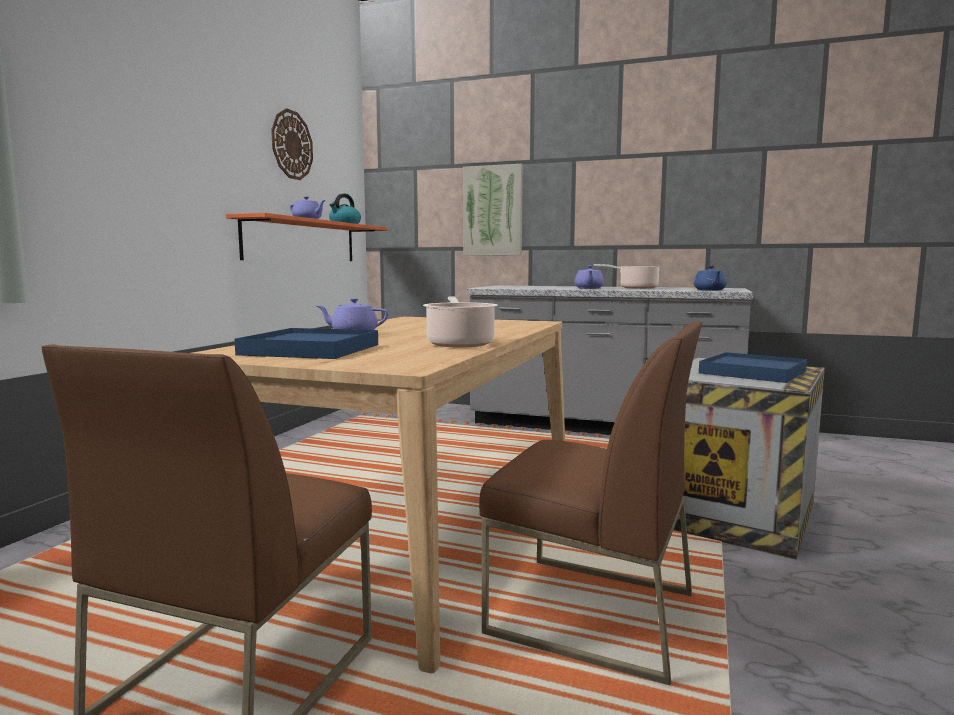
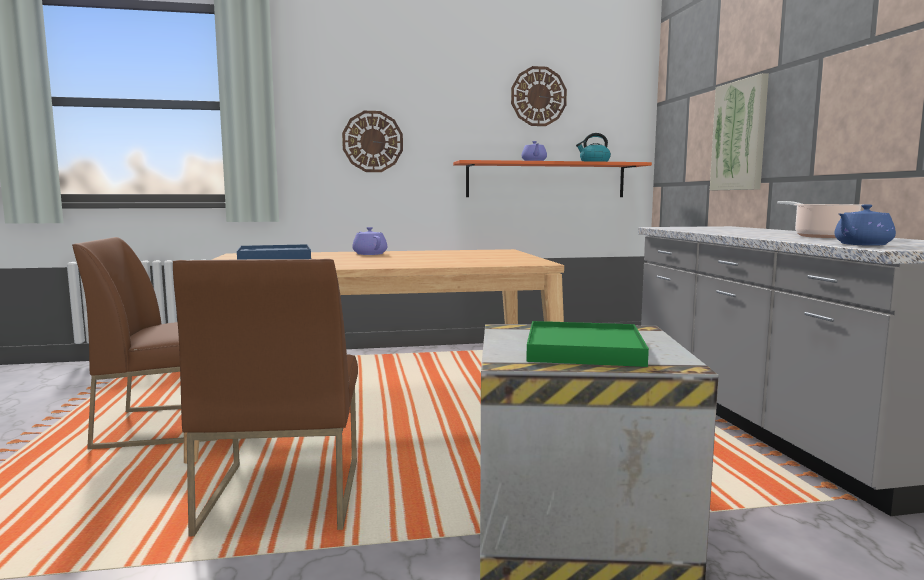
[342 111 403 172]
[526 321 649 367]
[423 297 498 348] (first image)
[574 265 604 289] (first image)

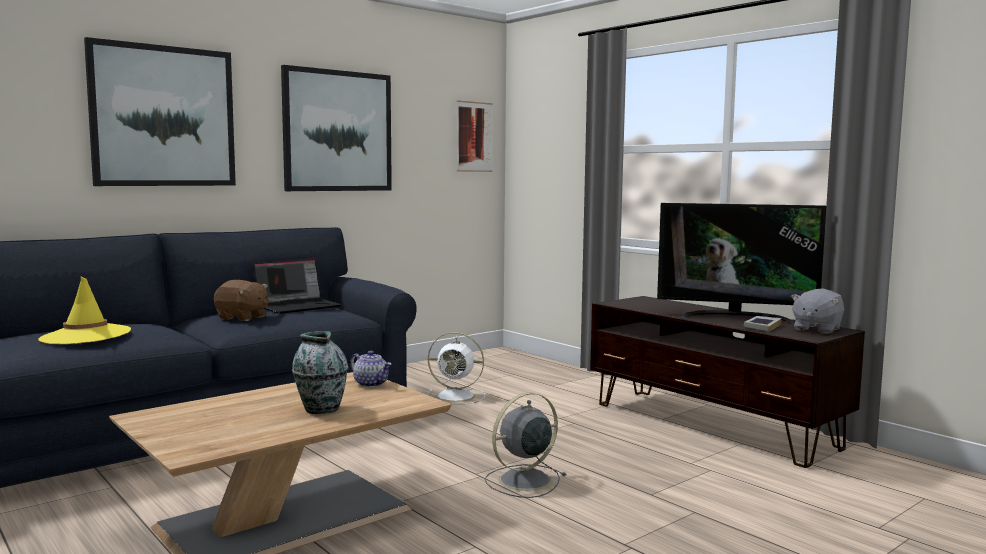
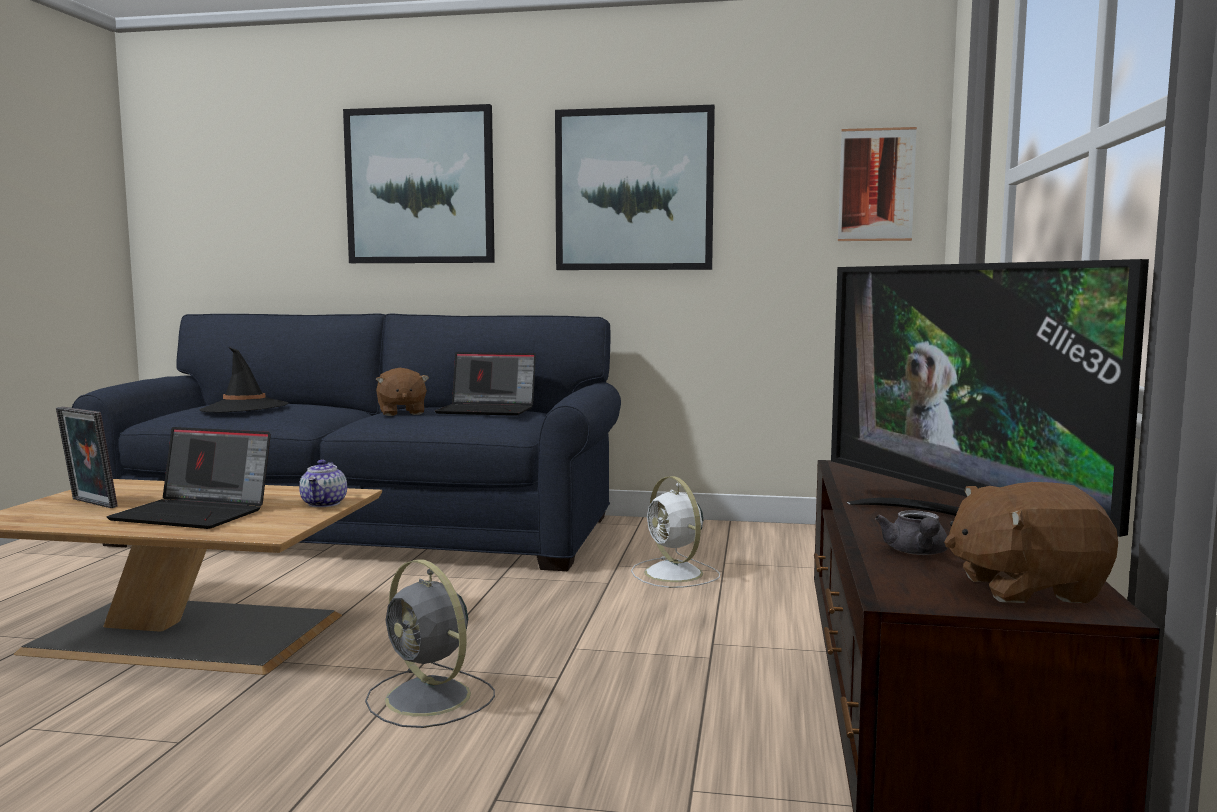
[56 407 118 508]
[107 427 271 529]
[200 347 289 413]
[365 559 495 728]
[875 510 948 555]
[944 482 1118 603]

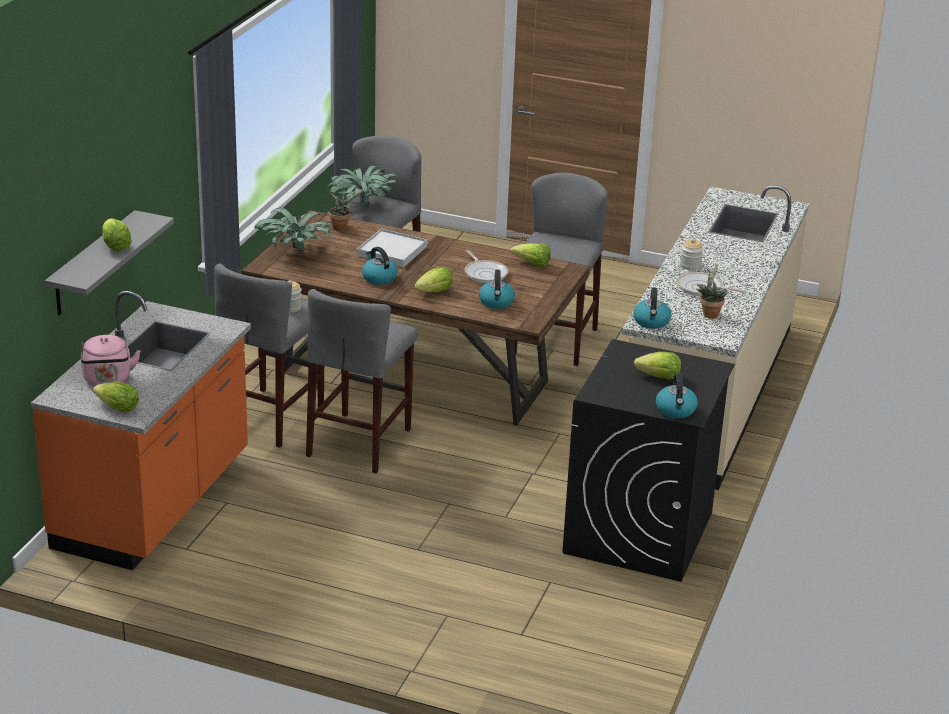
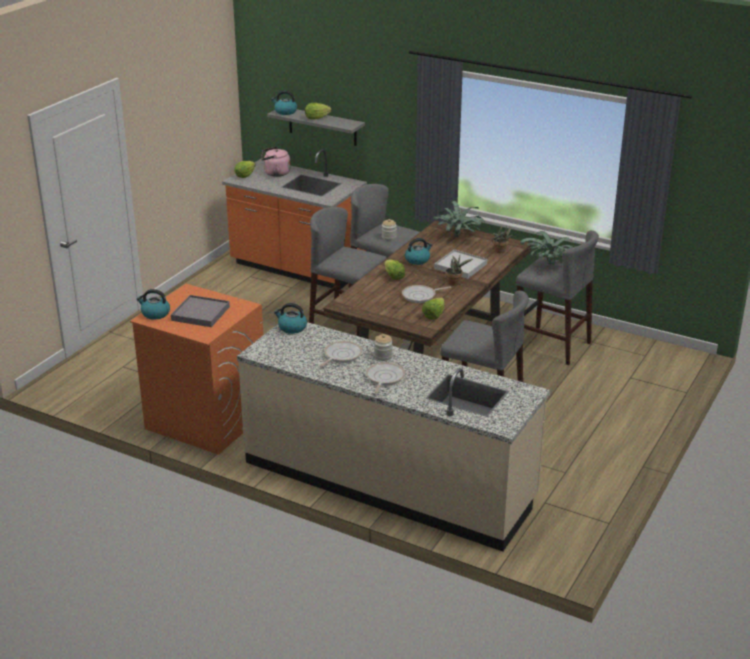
[130 284 263 455]
[171 295 230 327]
[271 91 297 115]
[366 362 405 393]
[446 255 473 286]

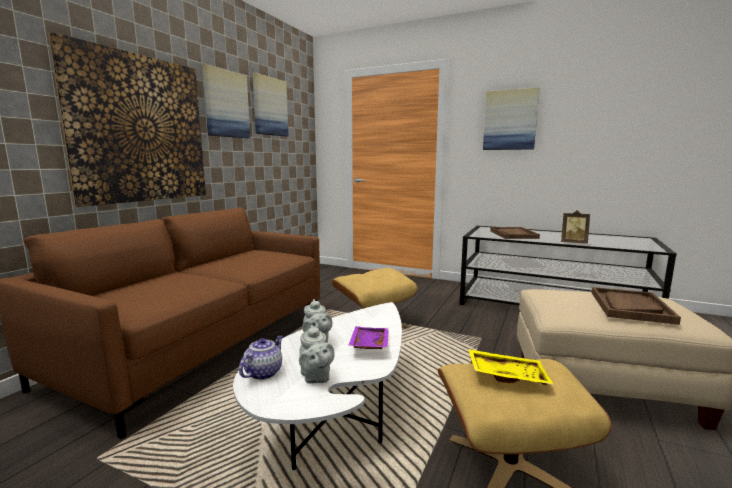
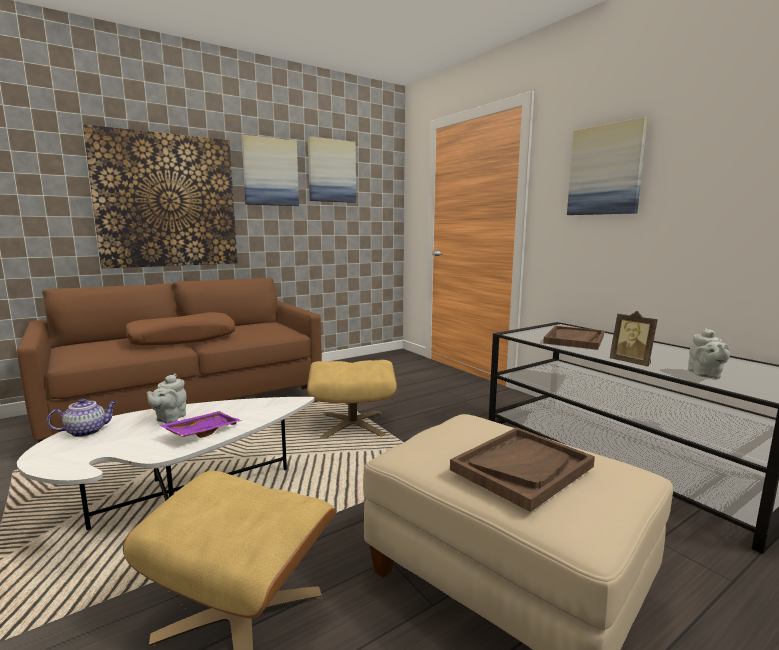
[125 312 235 345]
[688 328 730 379]
[468 349 554 385] (first image)

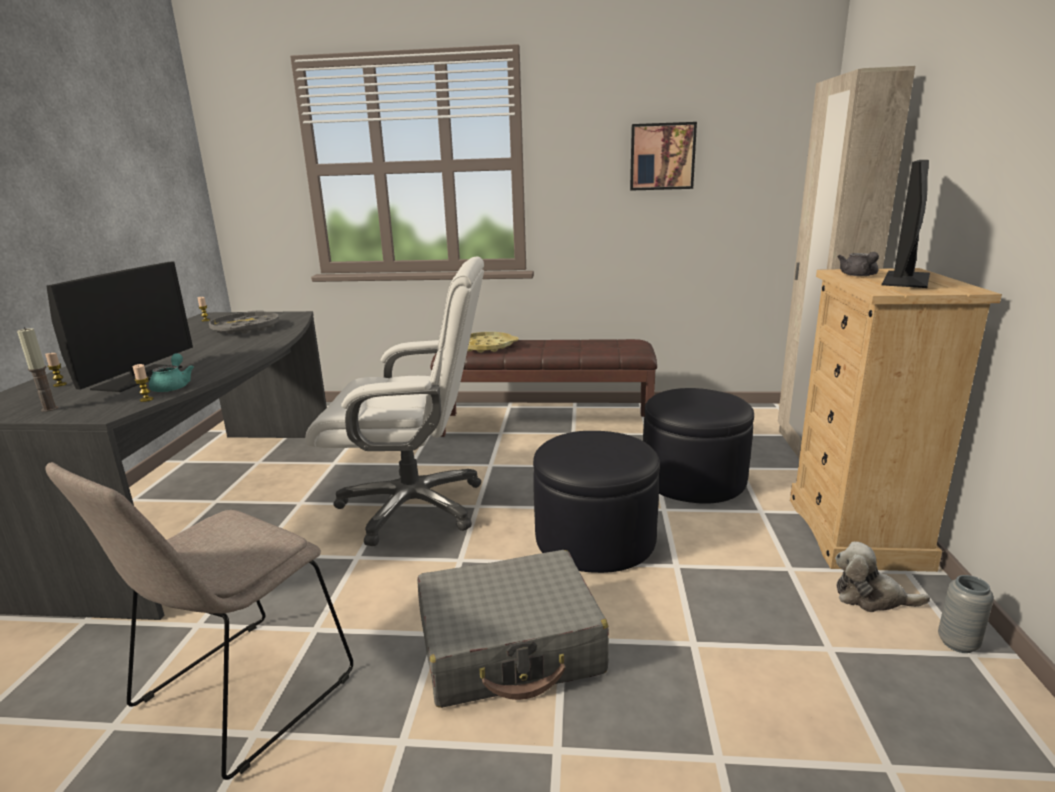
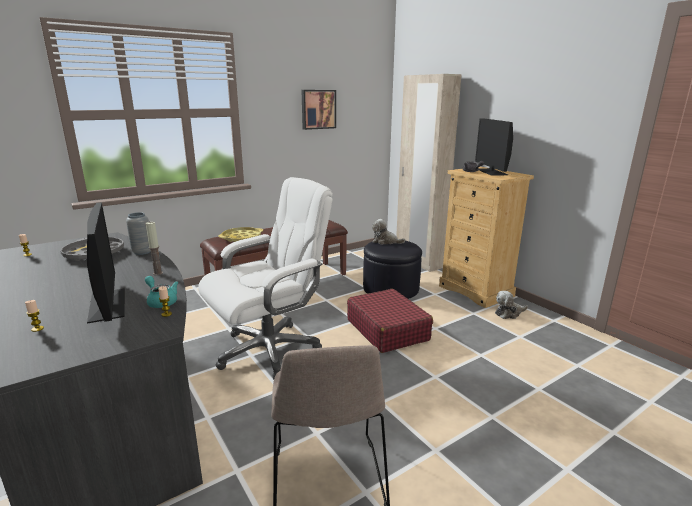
[126 212 151 255]
[145 221 163 275]
[347 289 433 353]
[372 219 405 245]
[417 550 609 708] (first image)

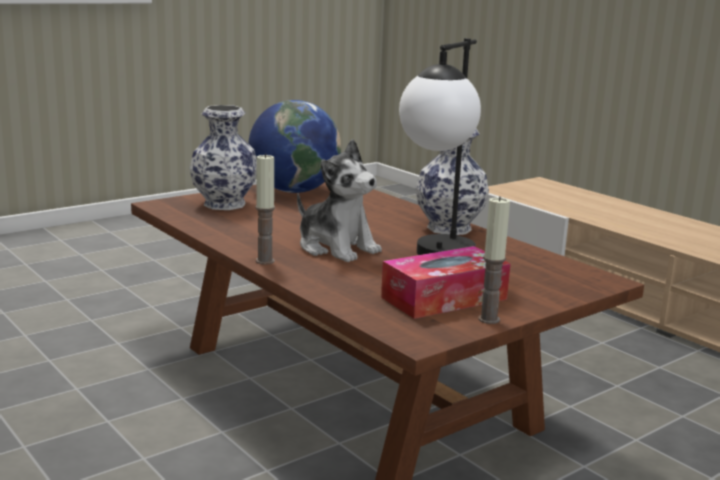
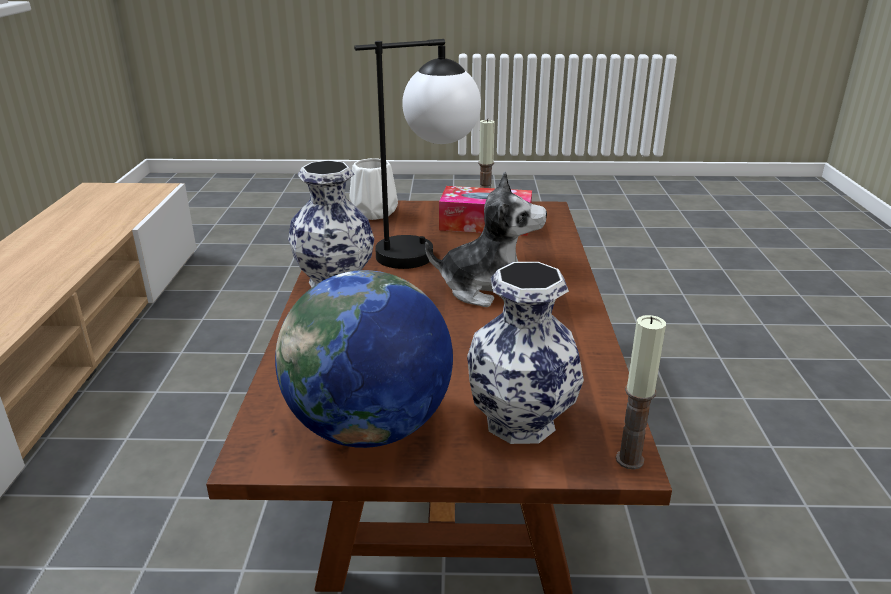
[349 158 398 220]
[425 171 547 307]
[616 315 666 470]

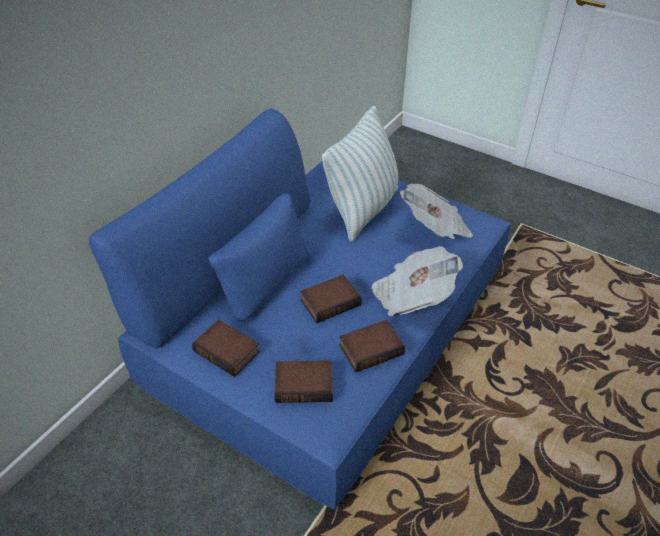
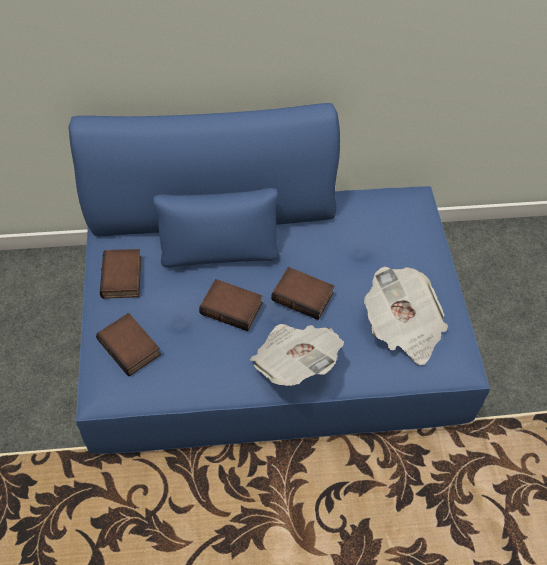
[271 267 334 320]
[322 106 398 242] (first image)

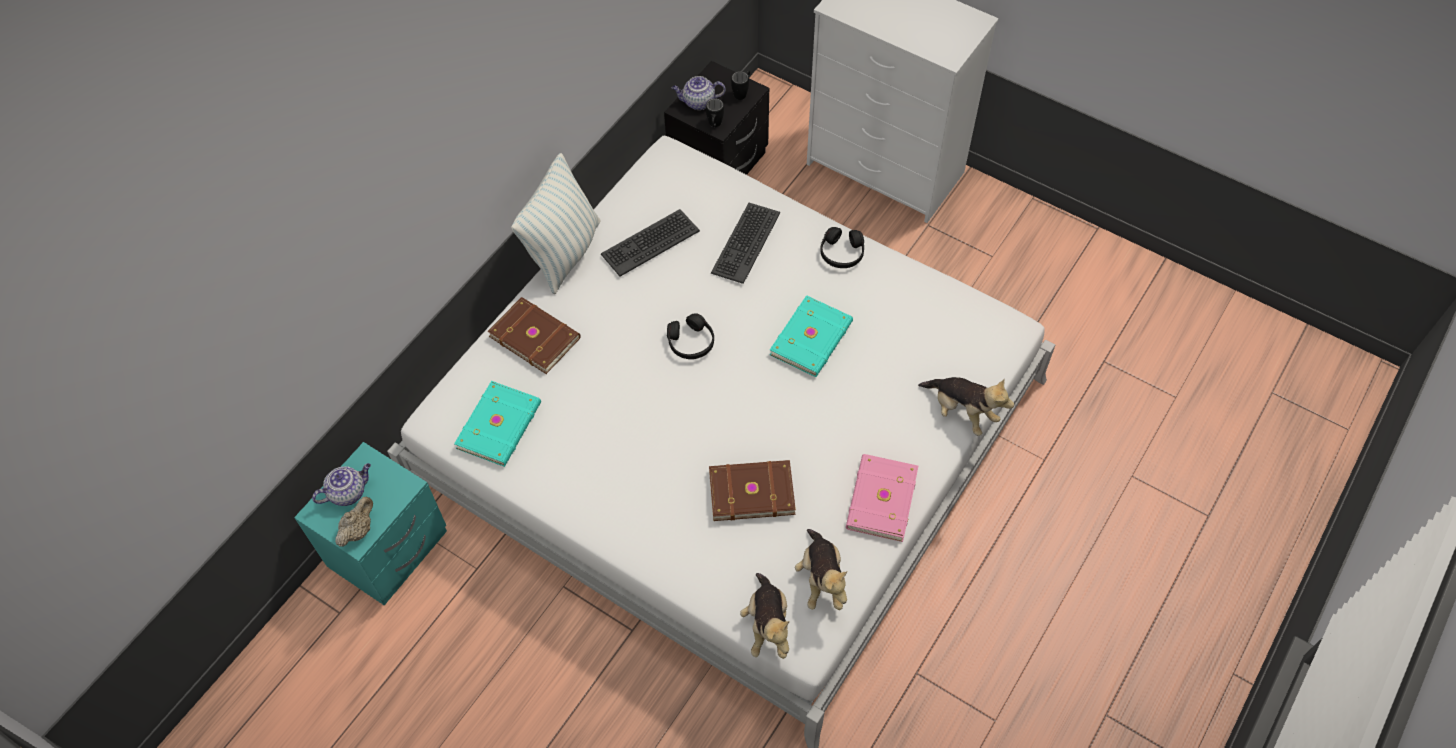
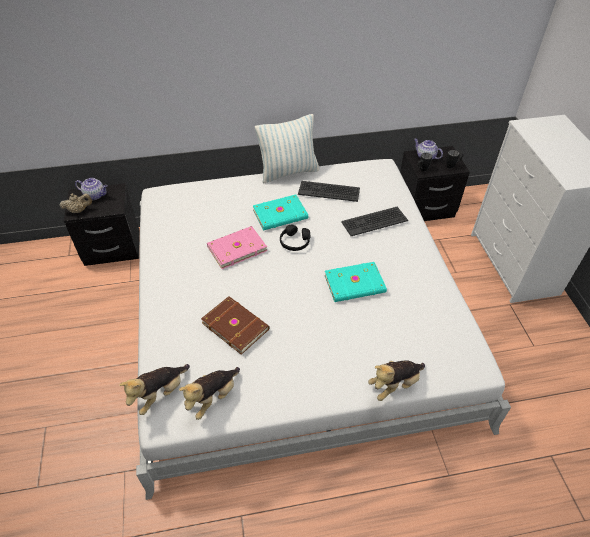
[64 183 140 266]
[207 226 267 269]
[253 194 308 230]
[368 360 425 401]
[487 297 581 374] (first image)
[820 227 864 268] (first image)

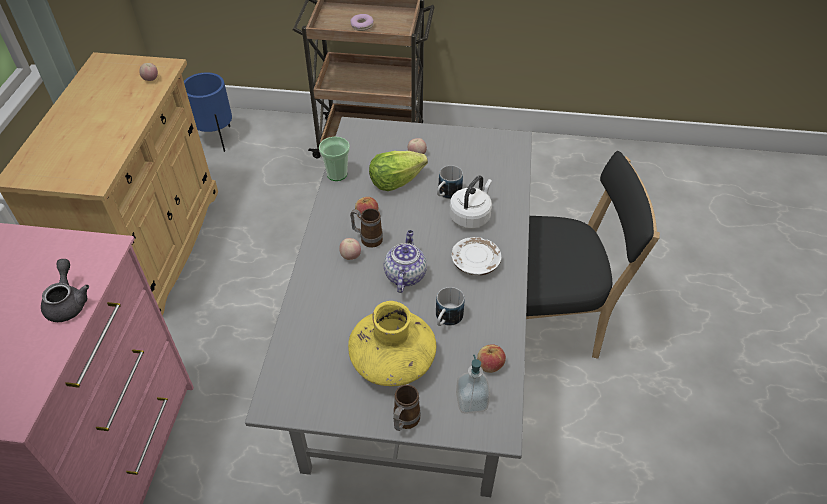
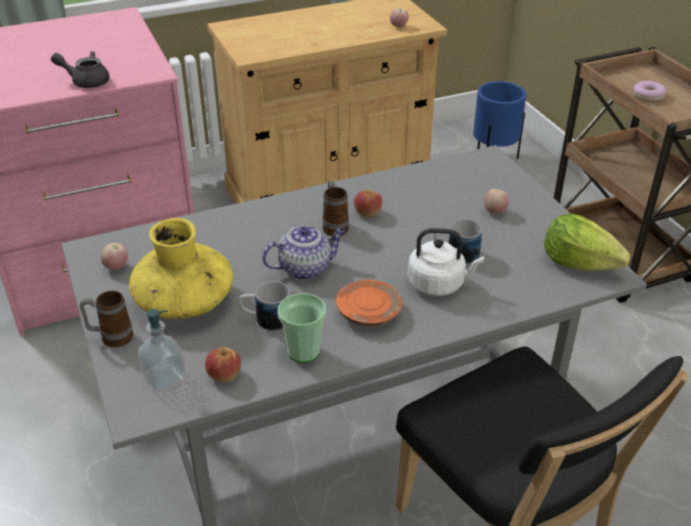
[51 51 110 88]
[101 243 128 270]
[278 293 326 363]
[336 280 403 327]
[544 213 630 271]

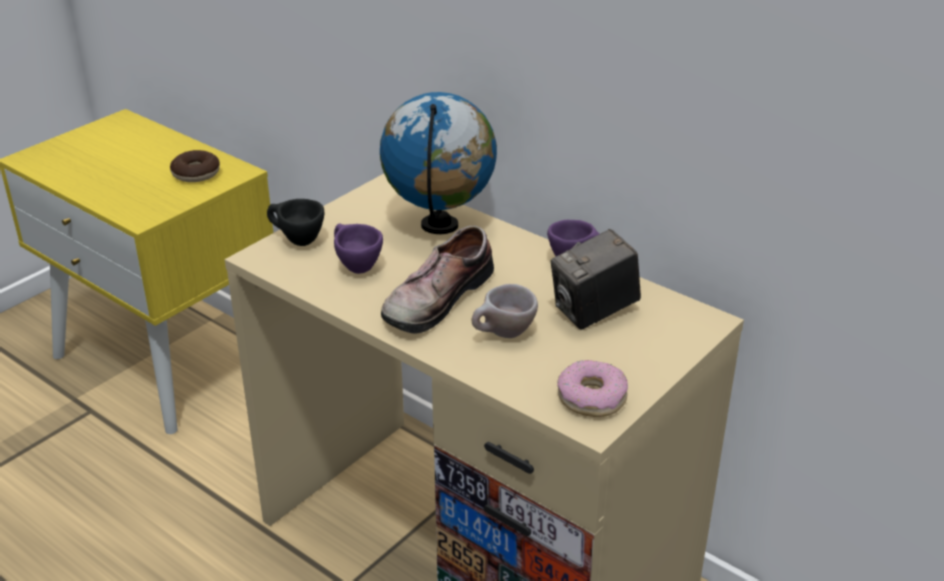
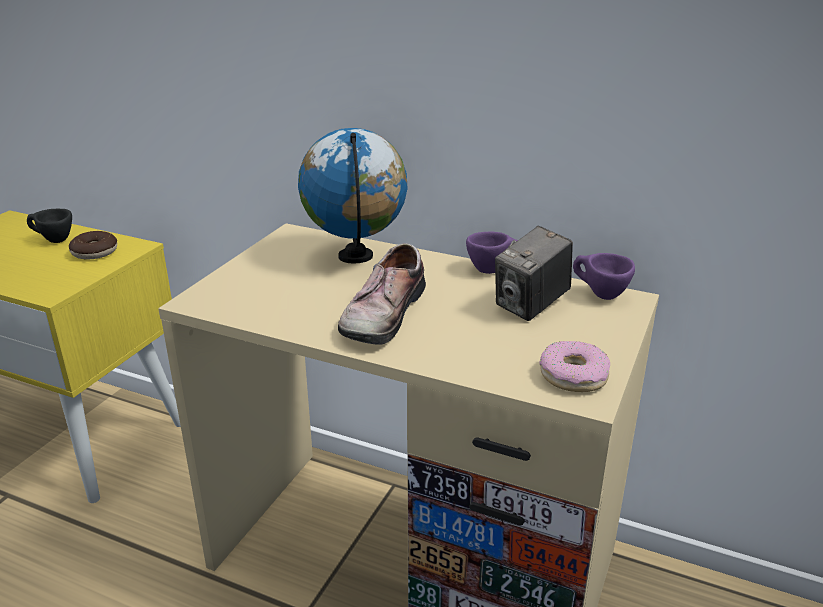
[27 209 72 243]
[573 253 635 300]
[471 284 538 338] (first image)

